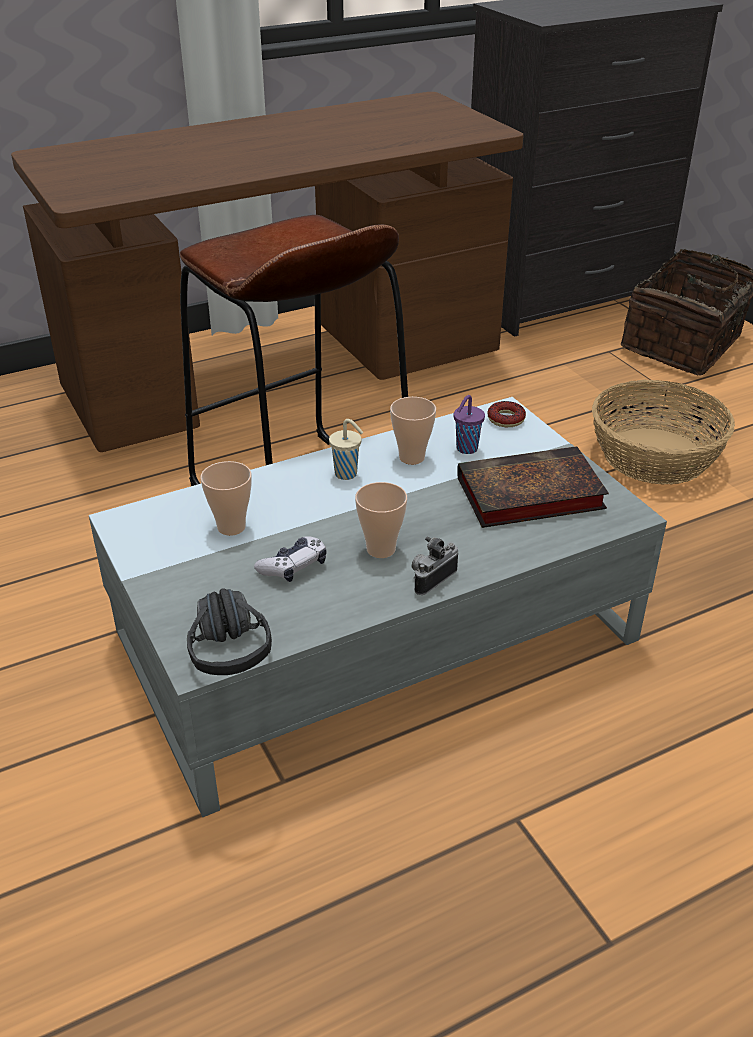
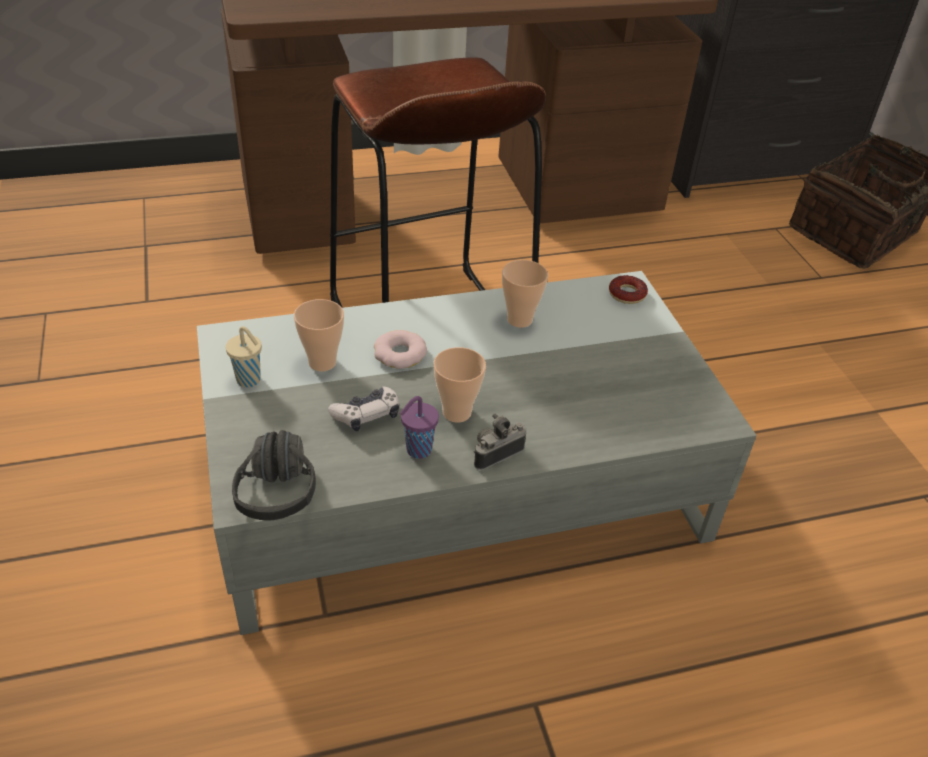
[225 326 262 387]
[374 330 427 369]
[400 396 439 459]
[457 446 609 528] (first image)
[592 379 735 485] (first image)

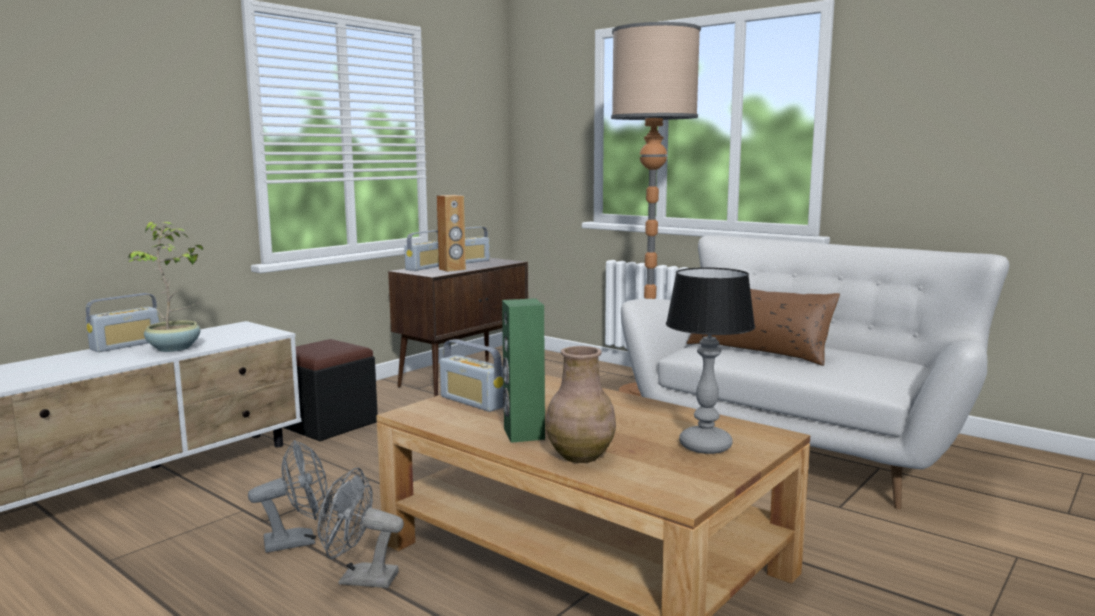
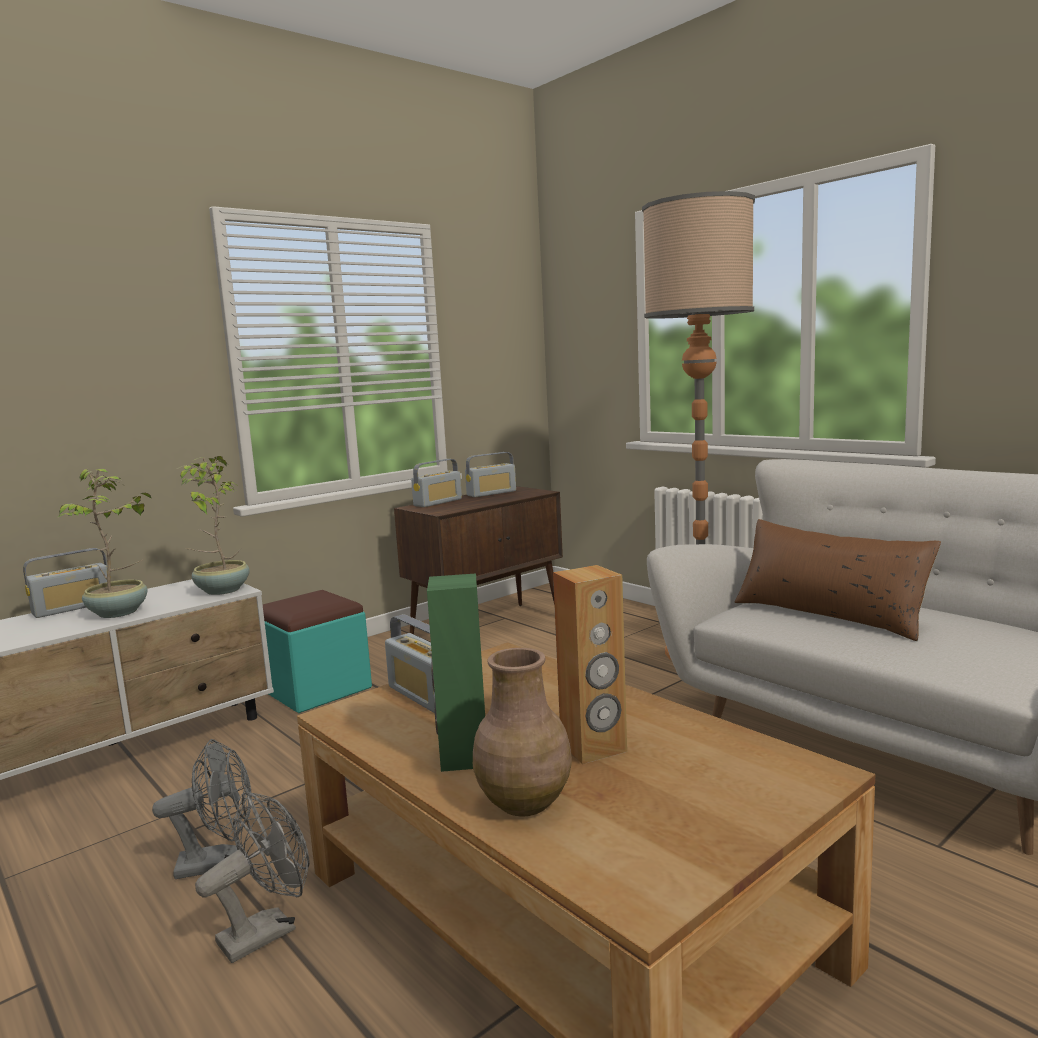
[177 456 250 595]
[195 792 310 963]
[262 590 372 713]
[553 565 627 764]
[666 268 755 454] (first image)

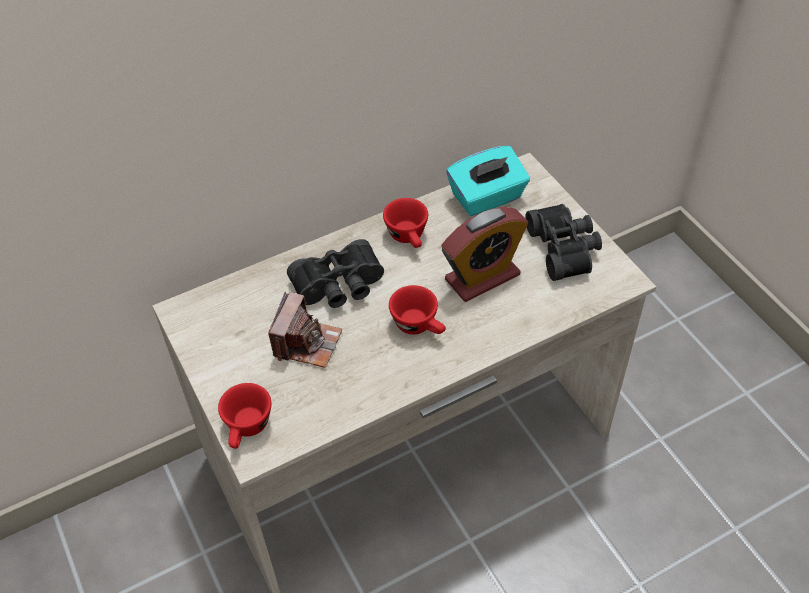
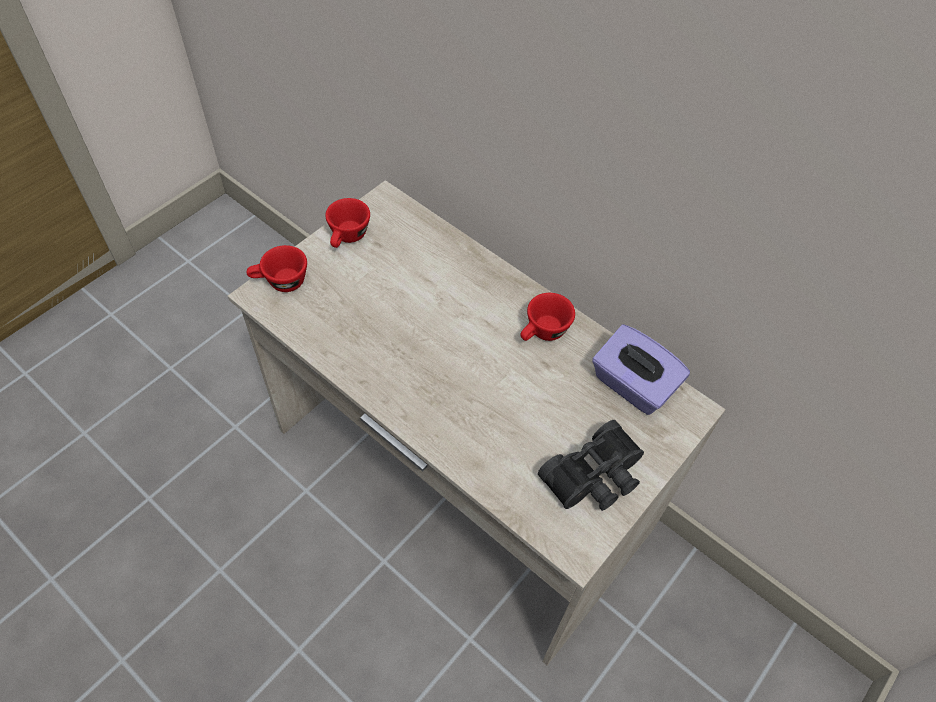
[325 198 370 248]
[592 324 690 415]
[268 292 342 368] (first image)
[287 239 384 308] (first image)
[441 207 528 302] (first image)

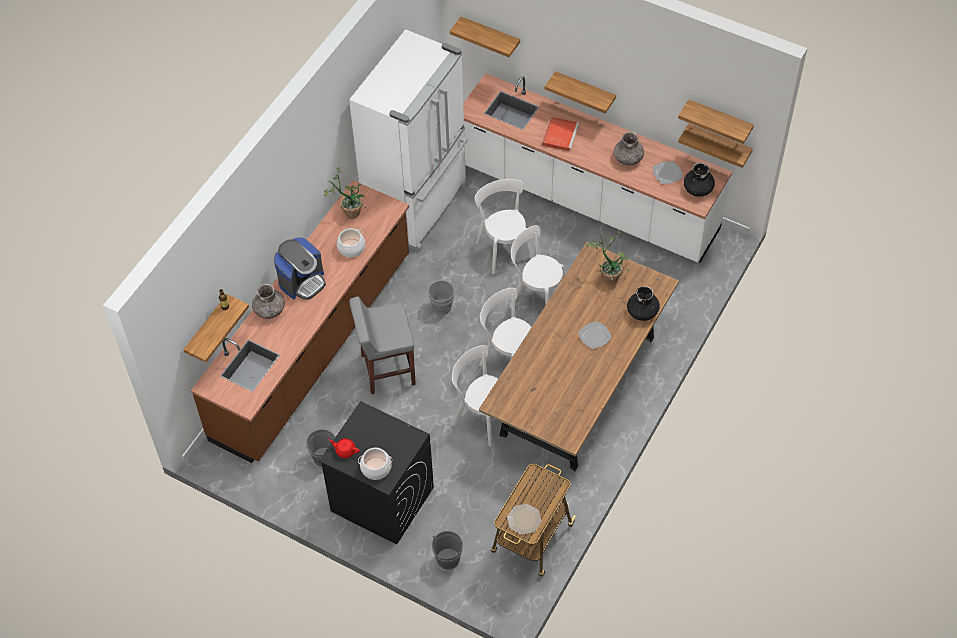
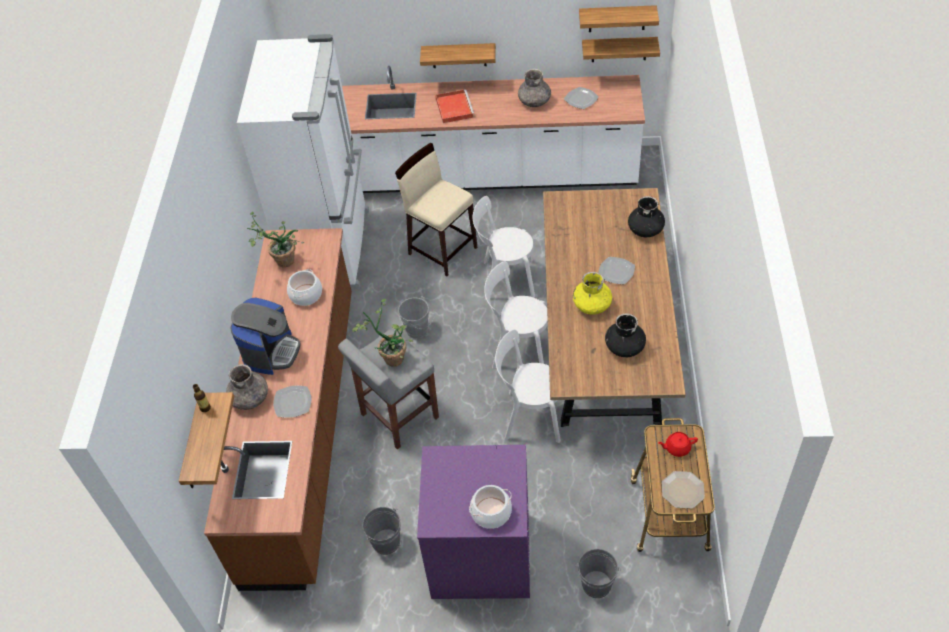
[273 386 312 418]
[352 299 413 367]
[395 143 477 276]
[417 445 530 599]
[573 272 612 315]
[605 313 646 357]
[658 432 698 457]
[450 17 520 57] (first image)

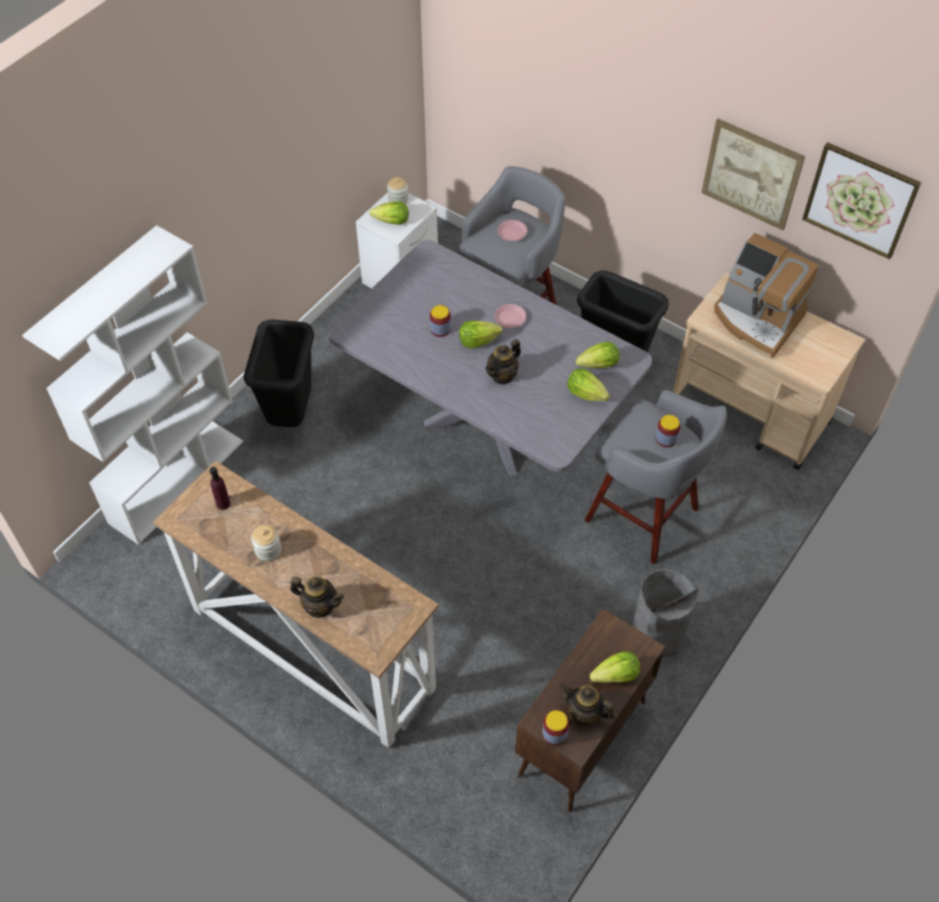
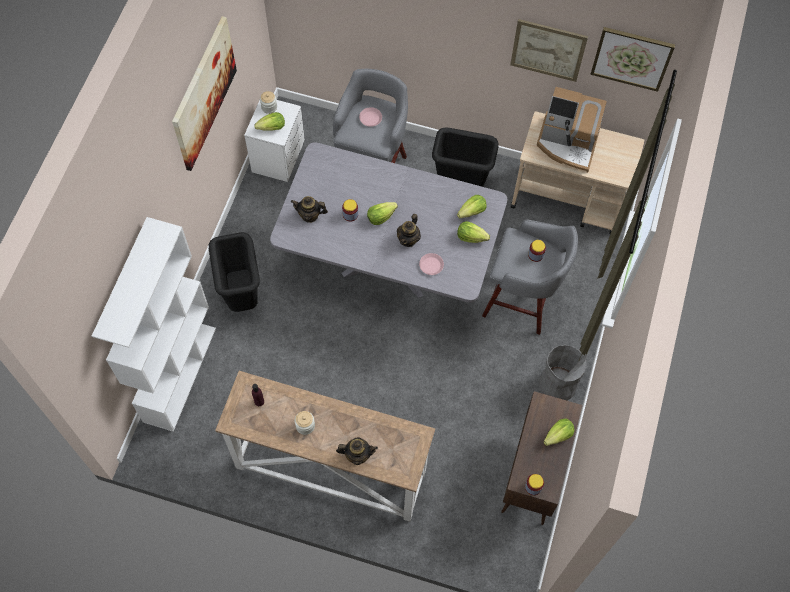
[172 16 237 171]
[291 196 328 223]
[419 253 444 275]

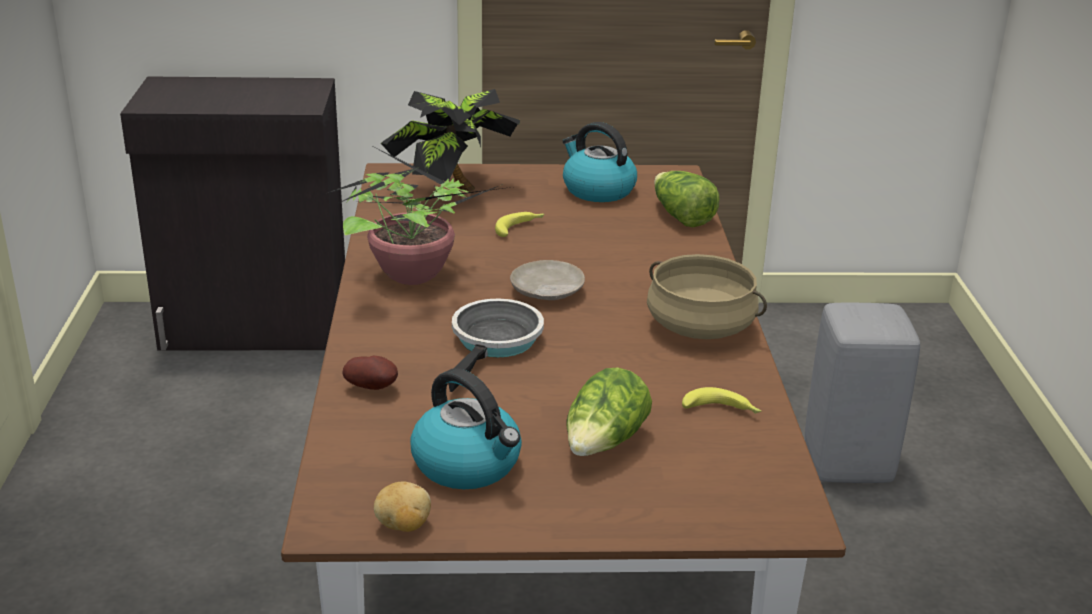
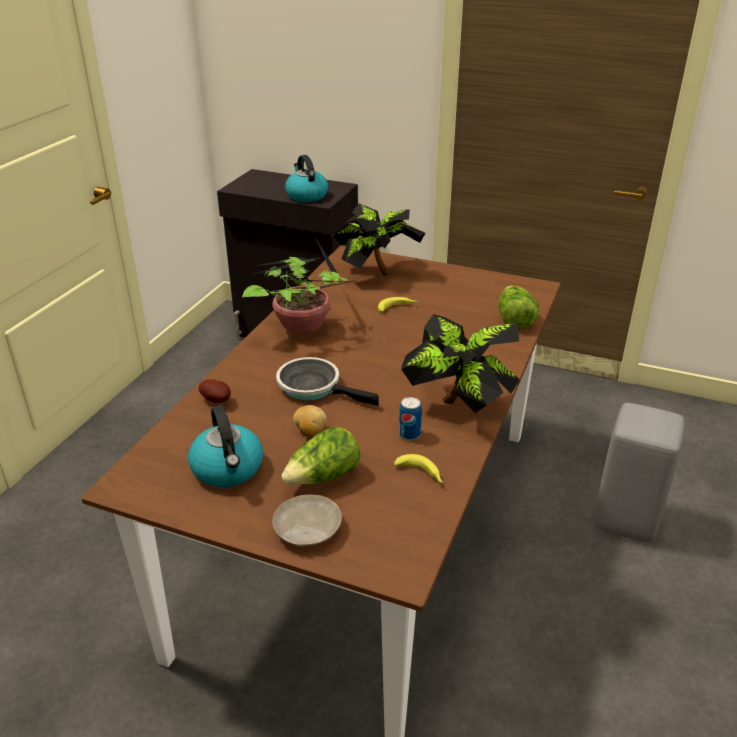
[272 495 342 547]
[276 357 379 406]
[285 155 328 202]
[293 405 326 435]
[399 397 422 440]
[401 314 520 413]

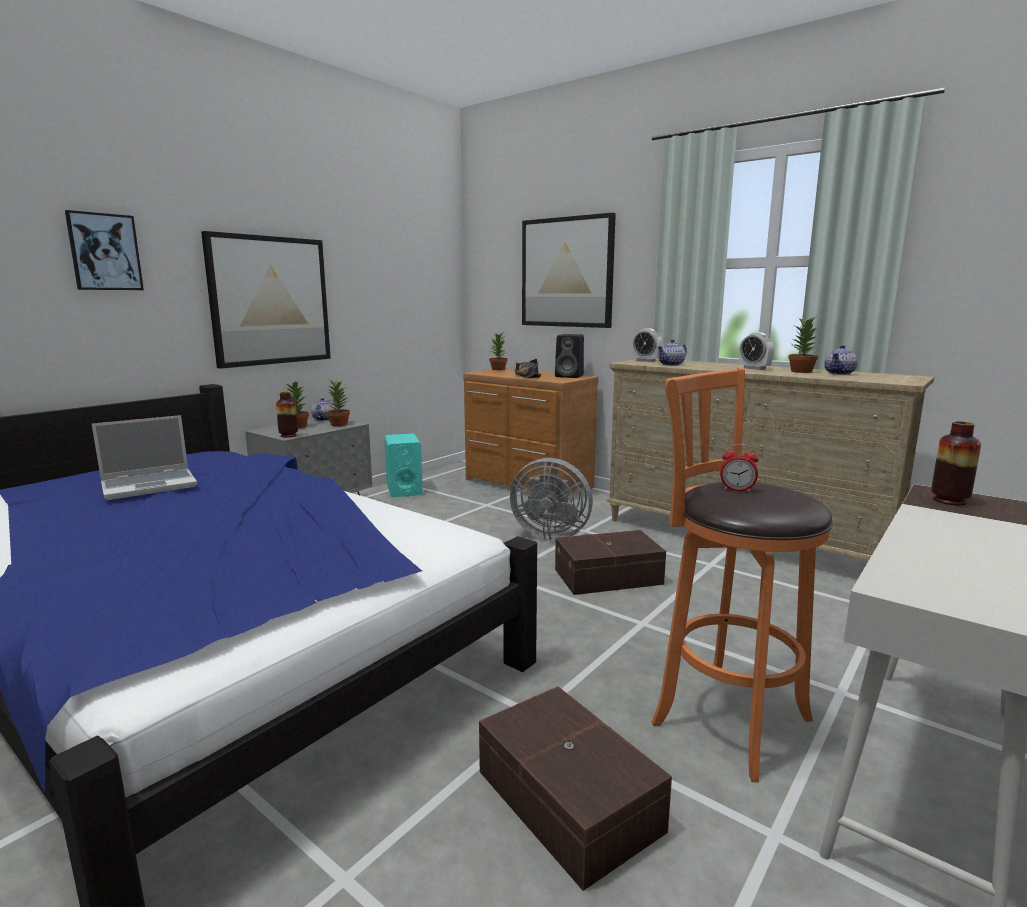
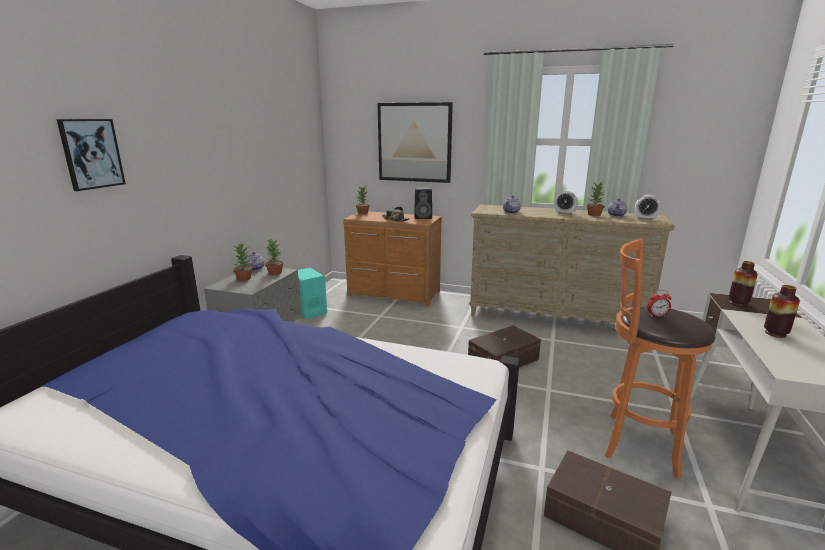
[635 195 660 220]
[764 285 800 338]
[92 415 197 500] (first image)
[201 231 331 369] (first image)
[510 458 593 540] (first image)

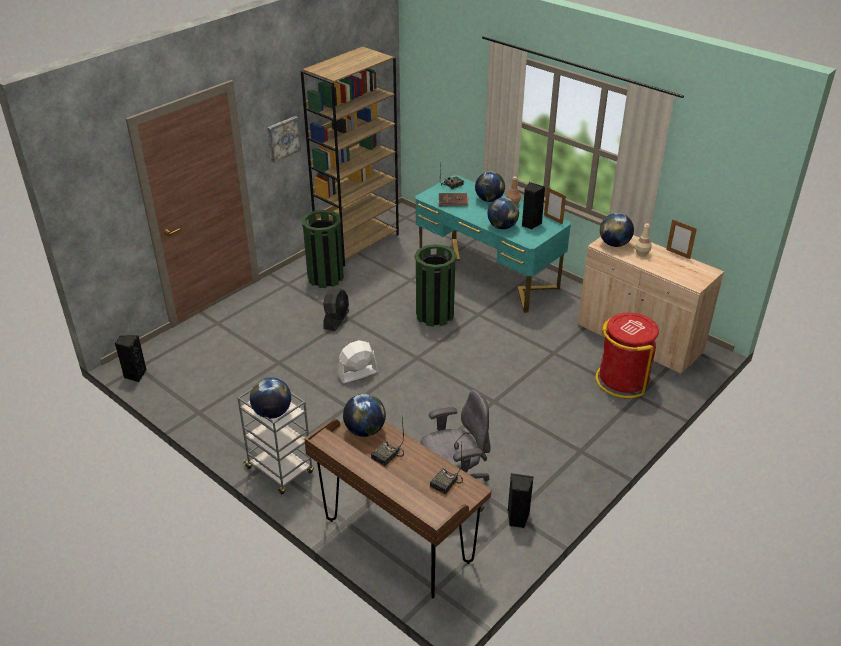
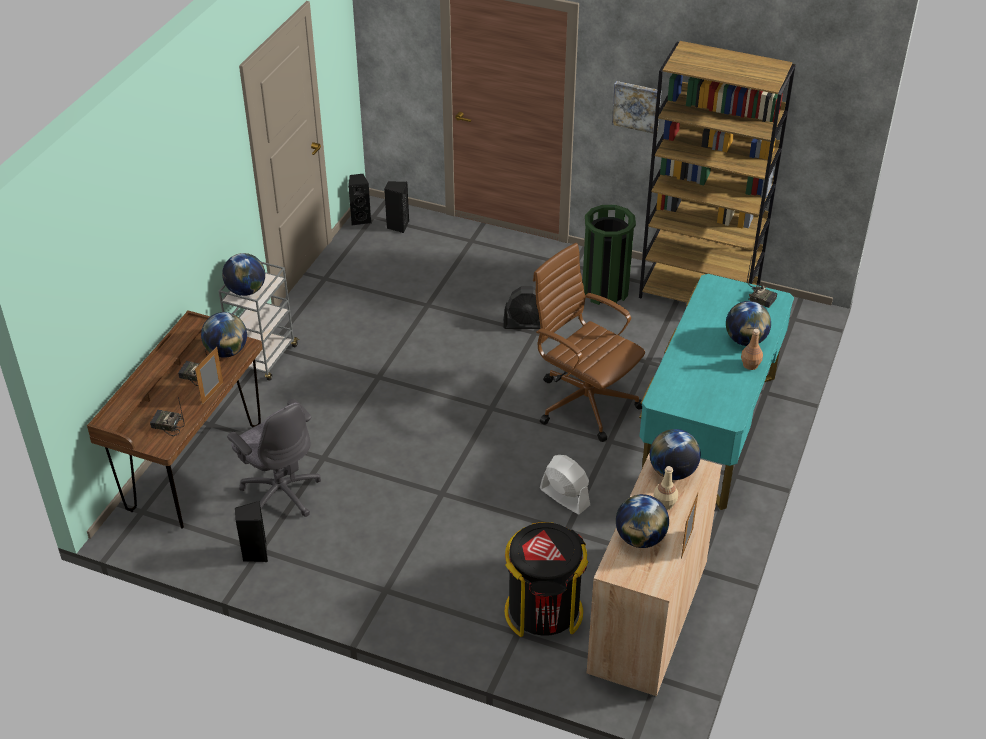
[195 347 223 405]
[384 182 409 233]
[505 522 589 637]
[533 243 645 442]
[540 455 590 515]
[616 494 669 548]
[439 193 469 206] (first image)

